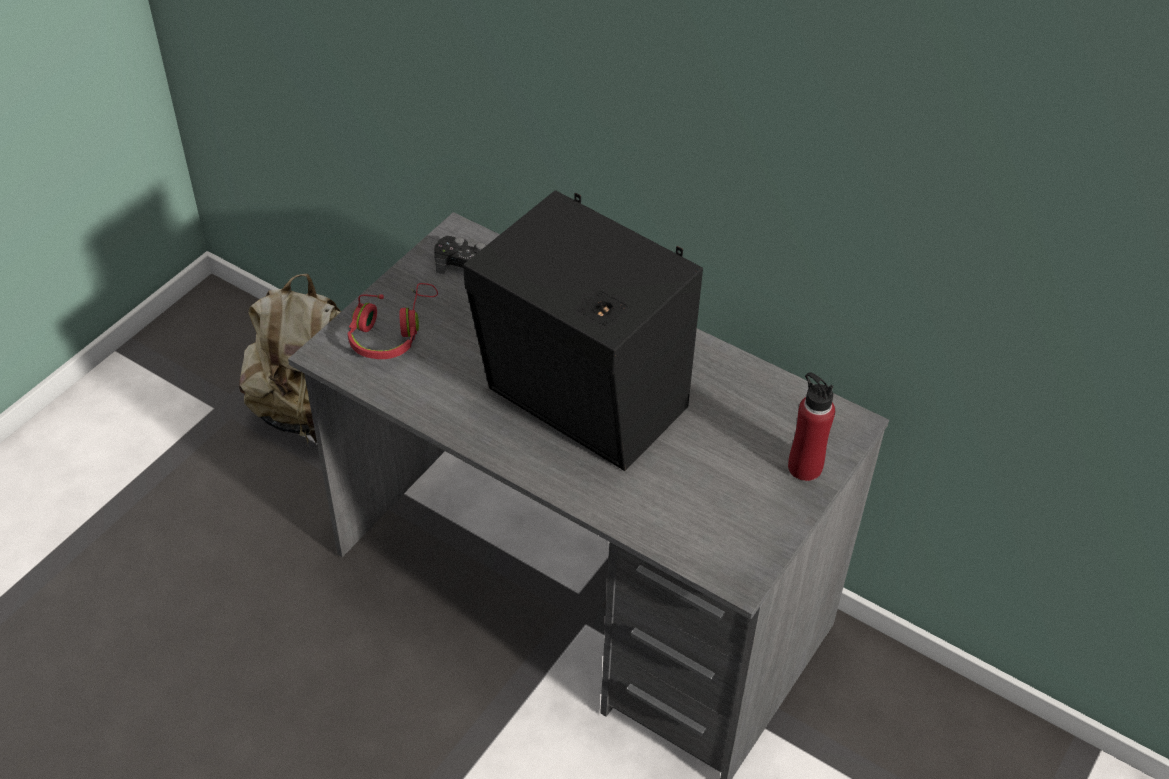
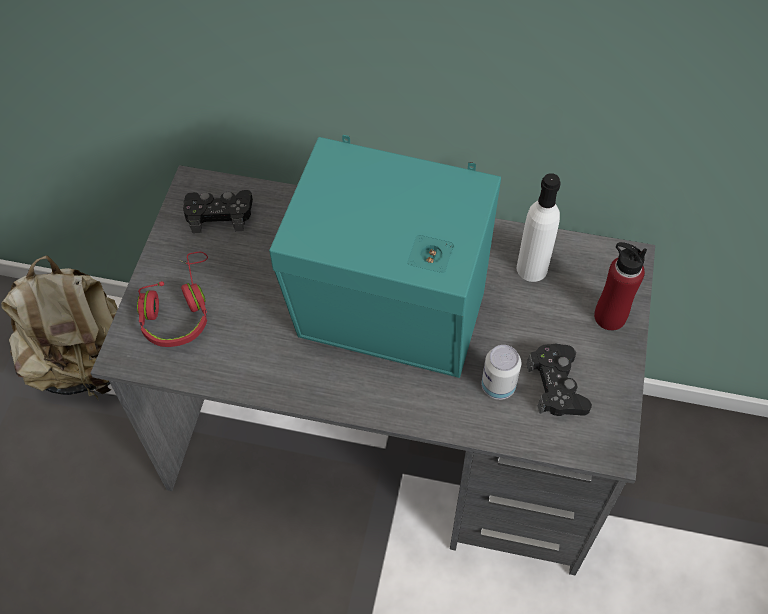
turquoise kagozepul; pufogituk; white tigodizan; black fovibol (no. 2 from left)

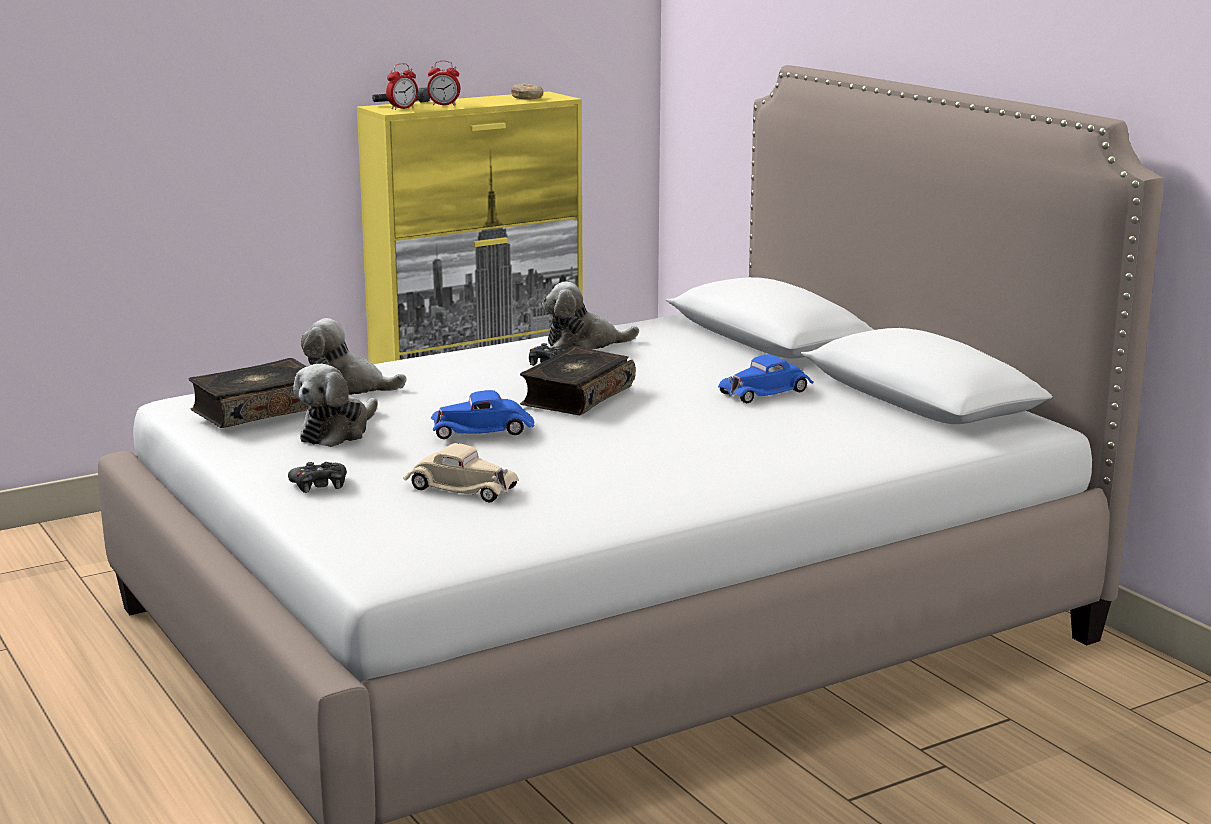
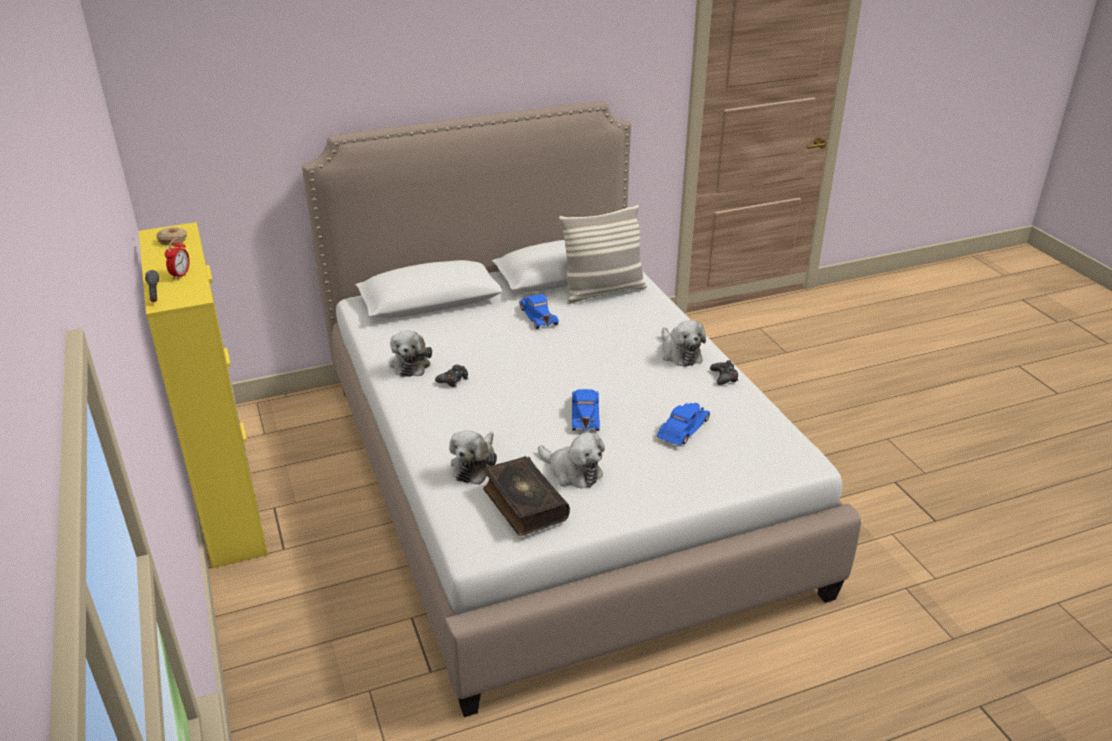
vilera; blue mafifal (no. 3 from left); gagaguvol (no. 4 from left); black fovibol (no. 2 from left); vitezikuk (no. 1 from left in the first image); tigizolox (no. 2 from left in the first image)

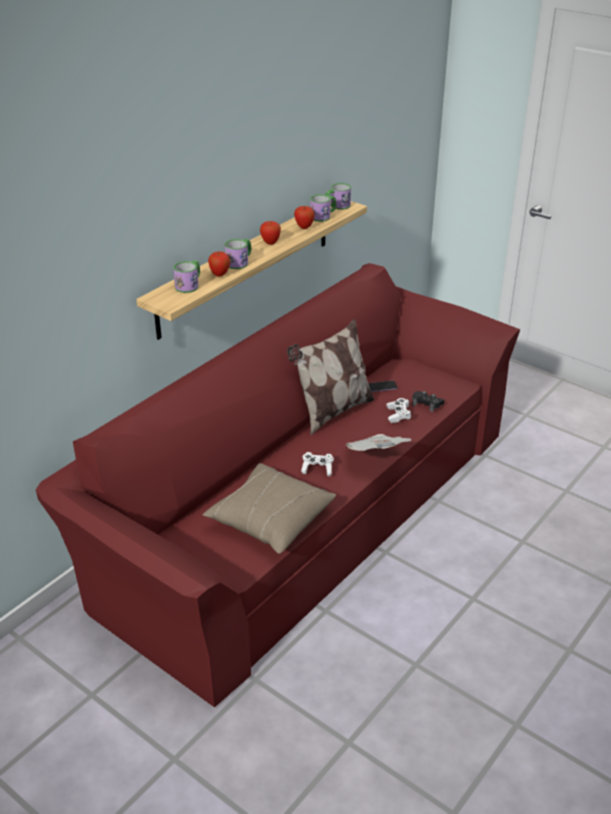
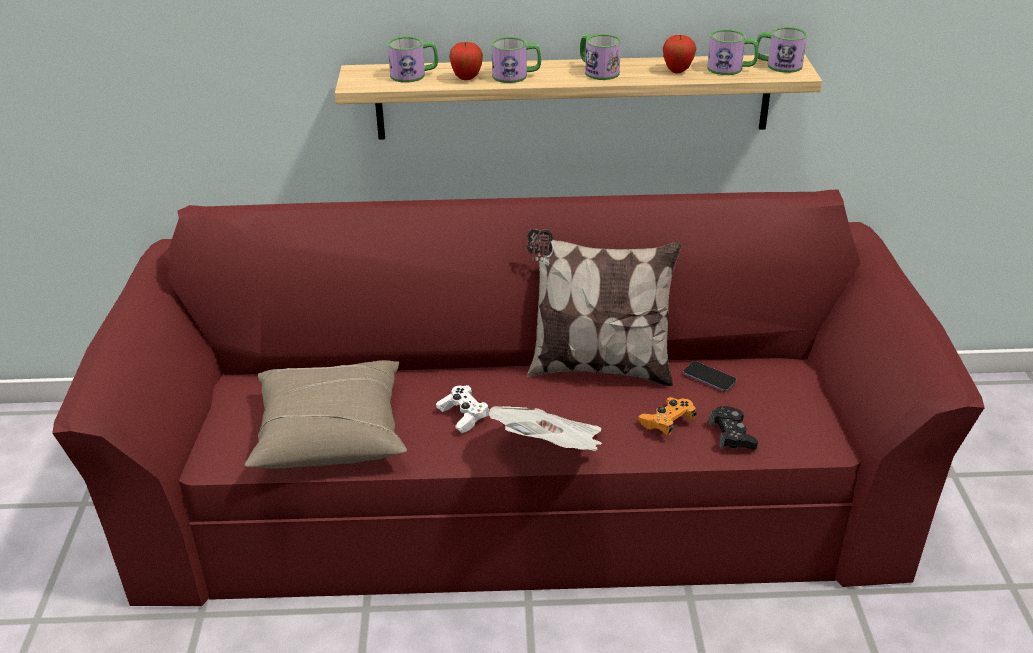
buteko (no. 3 from left); orange fovibol

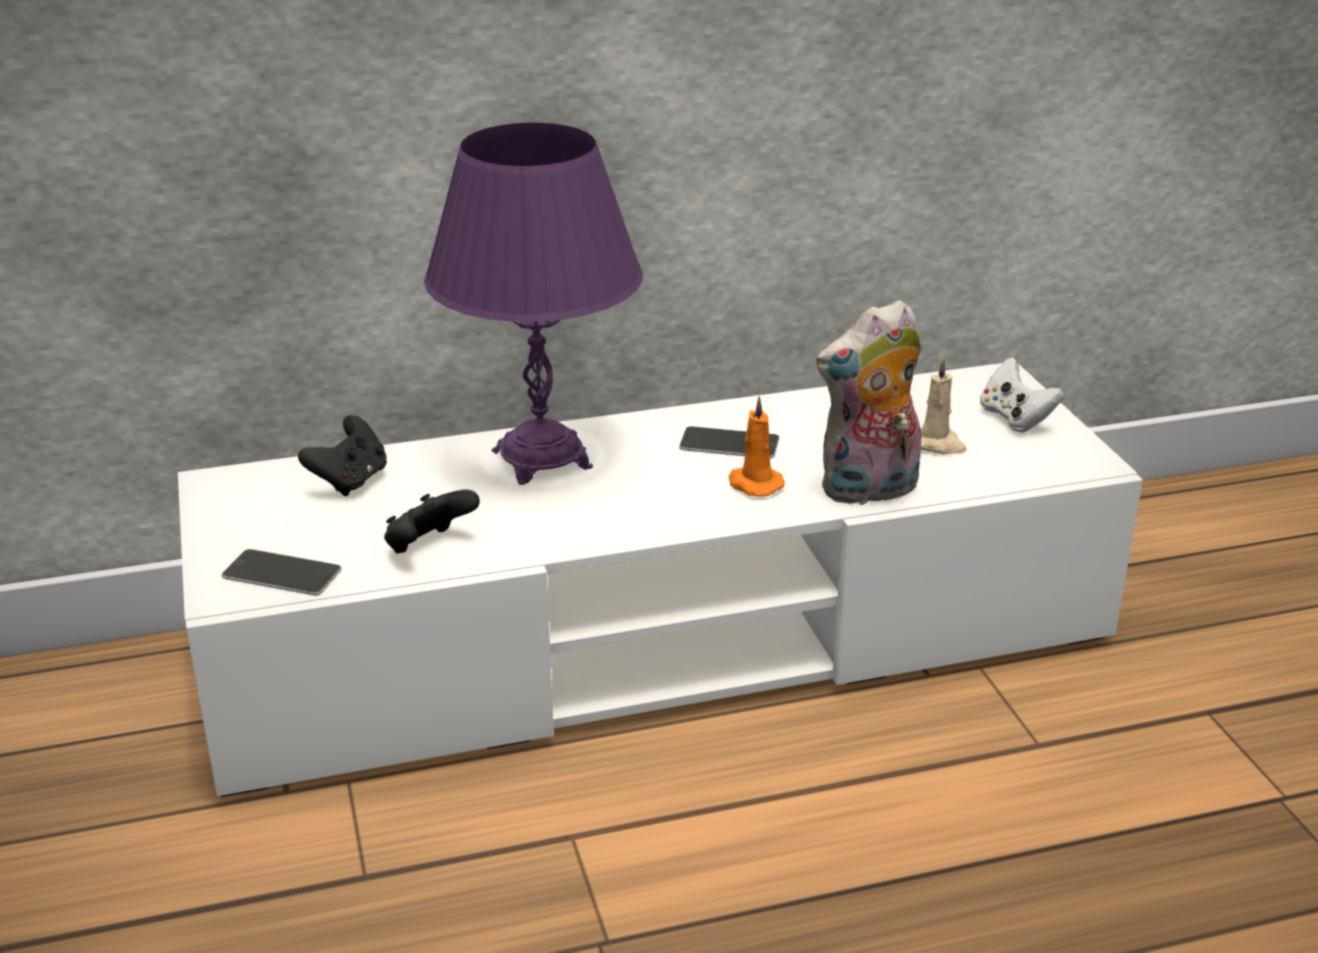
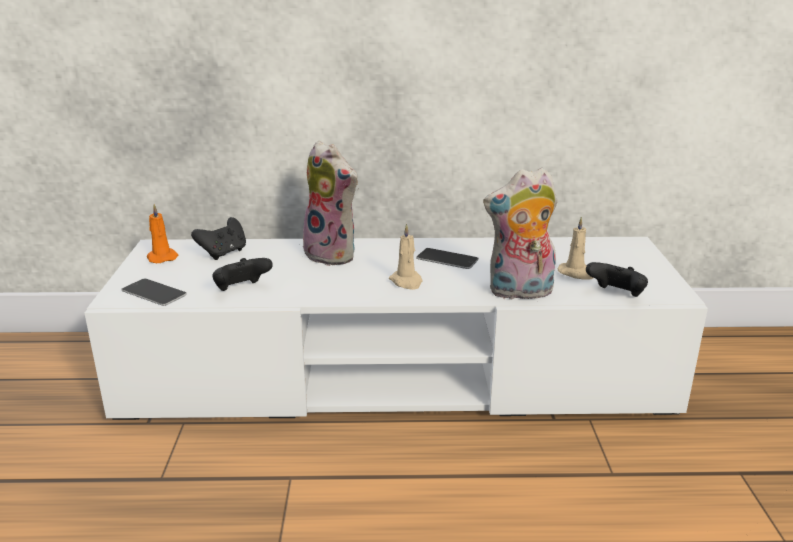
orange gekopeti; gagaguvol (no. 1 from left); beige gekopeti (no. 1 from left); black fovibol (no. 3 from left); white fovibol

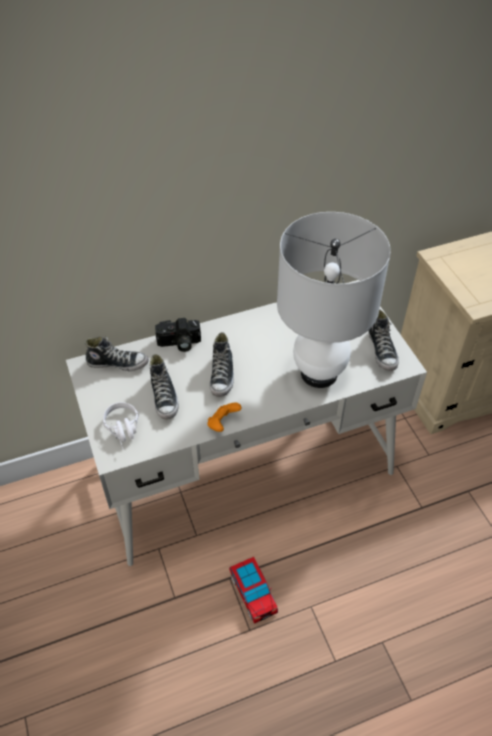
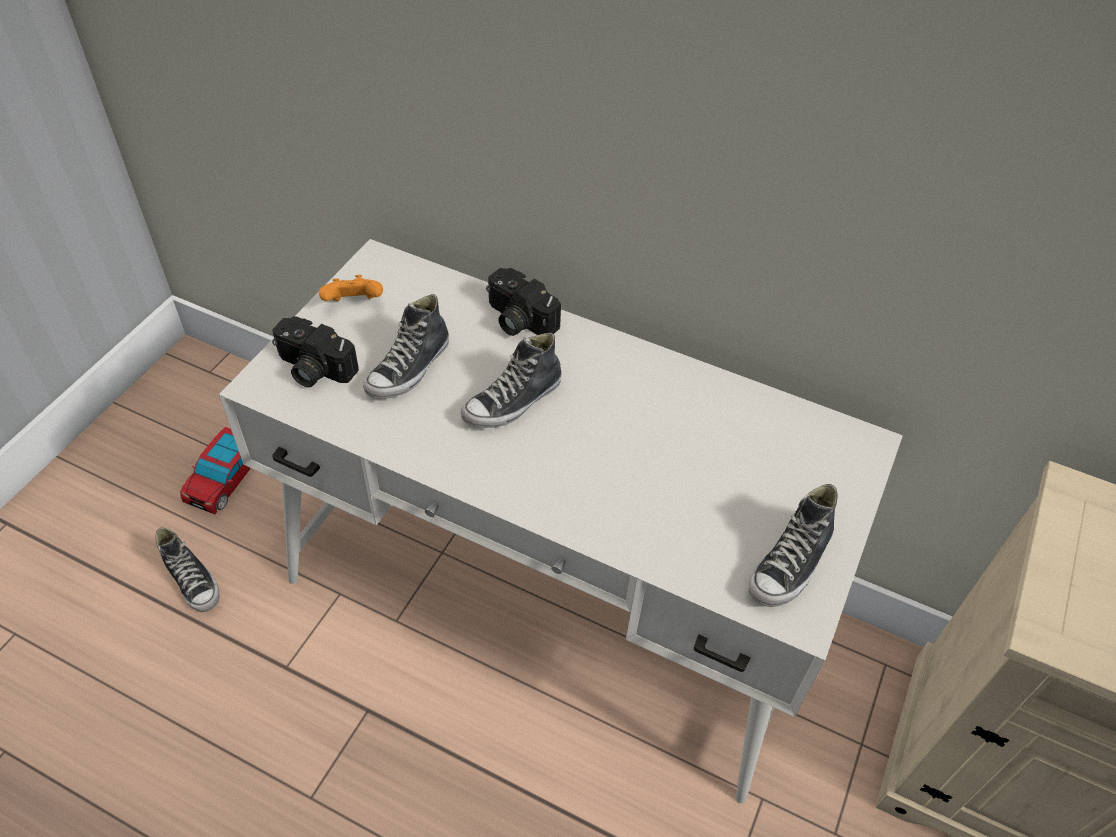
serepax (no. 1 from left); mafifal; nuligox (no. 1 from left); orange fovibol; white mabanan

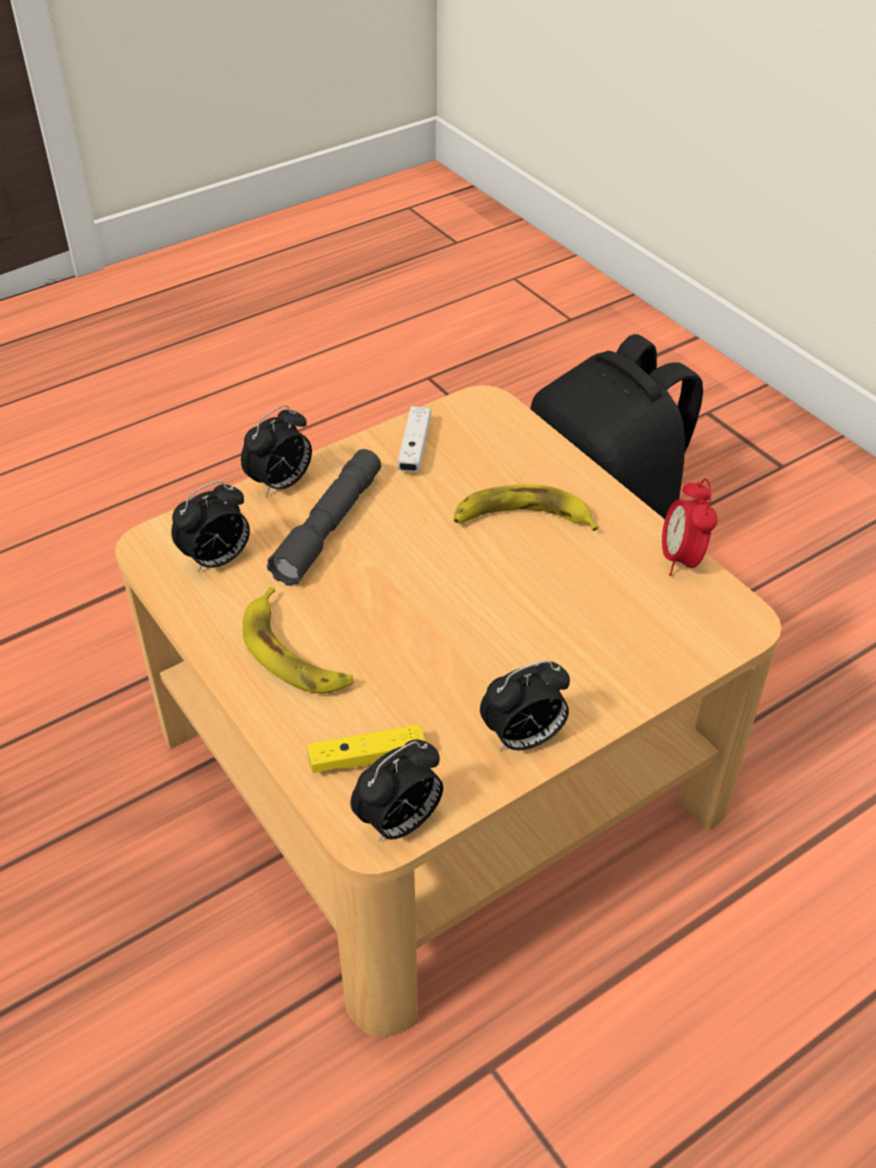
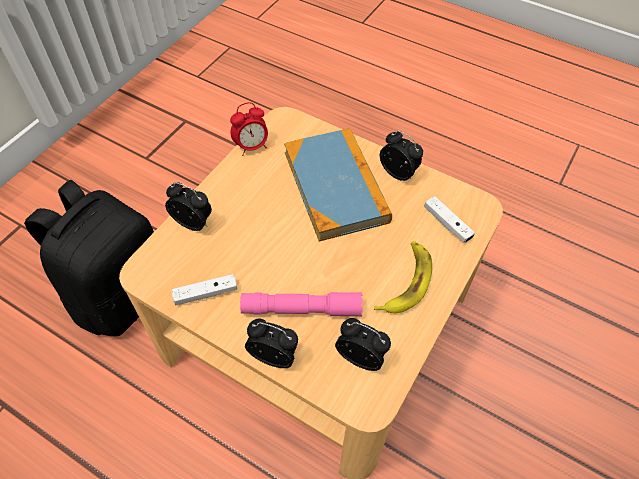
vitezikuk (no. 1 from left); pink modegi; tigizolox; white fovibol (no. 2 from left); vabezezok (no. 2 from left in the first image)

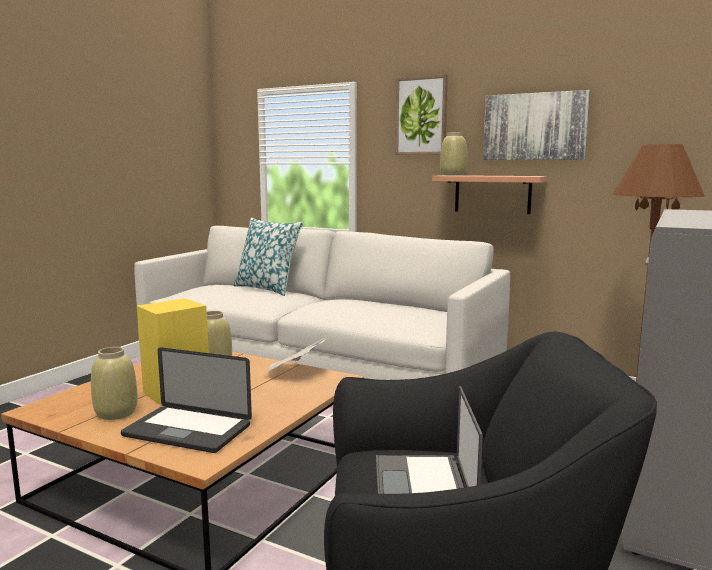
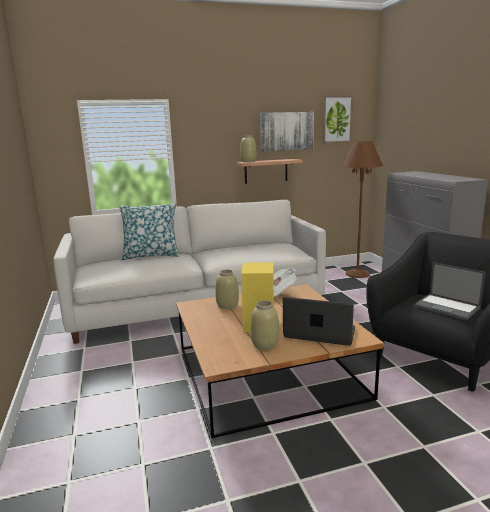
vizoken (no. 1 from left); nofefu (no. 2 from left)

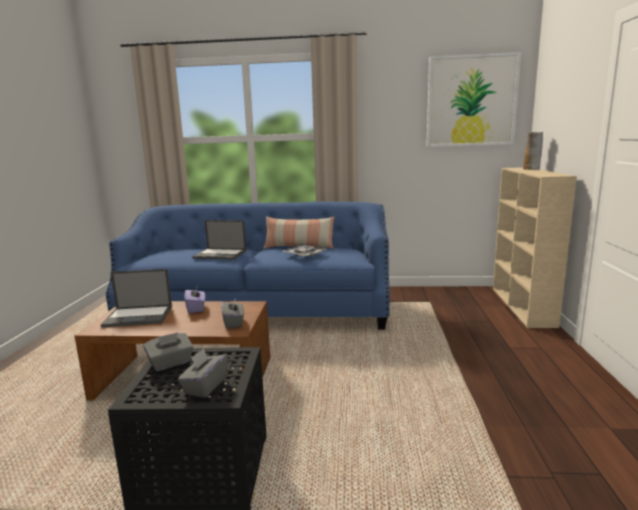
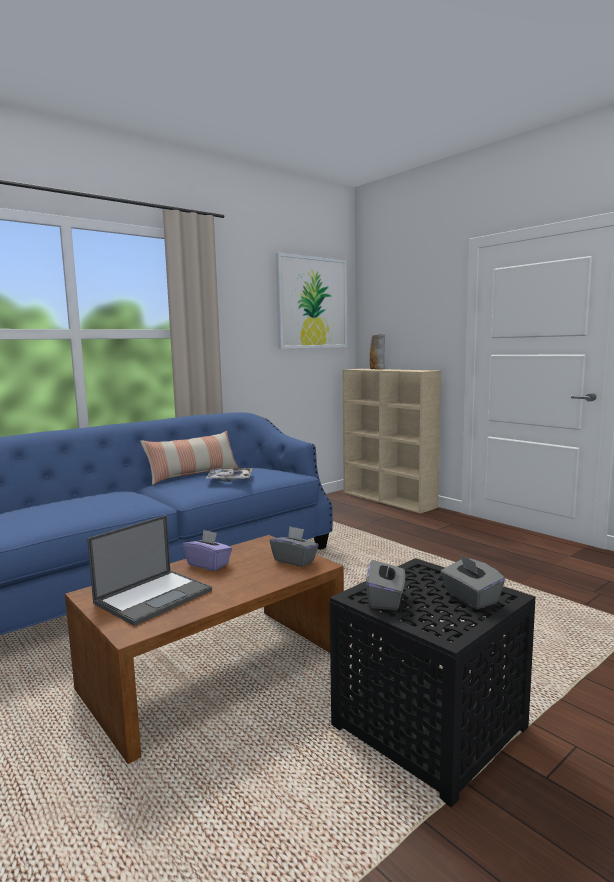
vizoken (no. 2 from left in the first image)

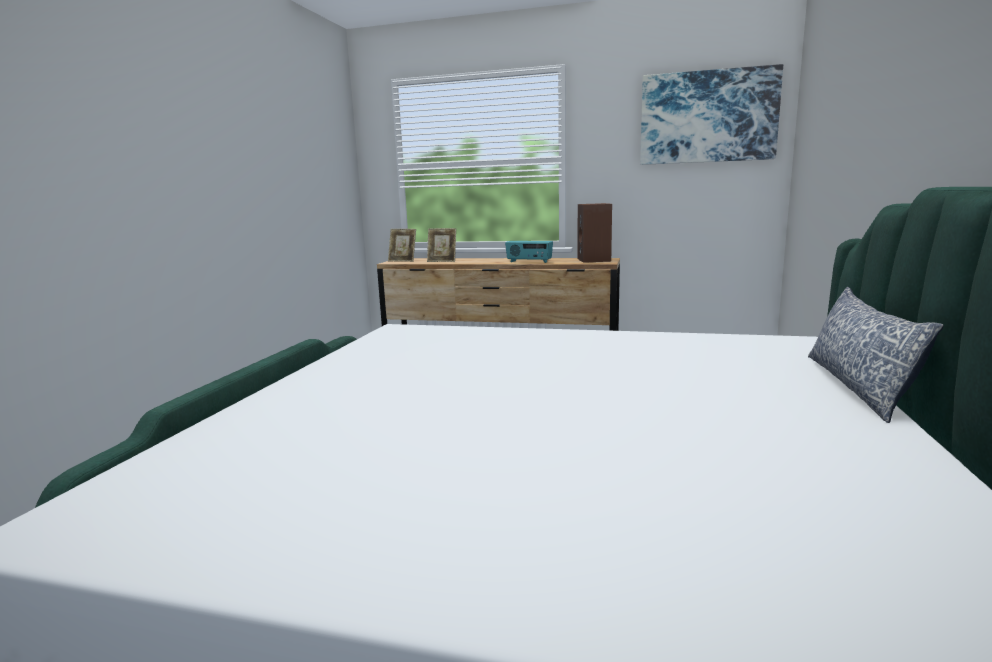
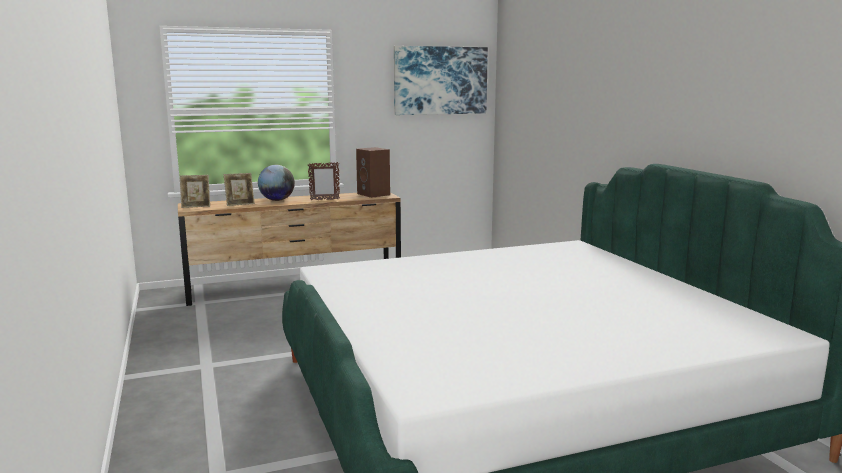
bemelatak; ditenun (no. 3 from left); vilera

